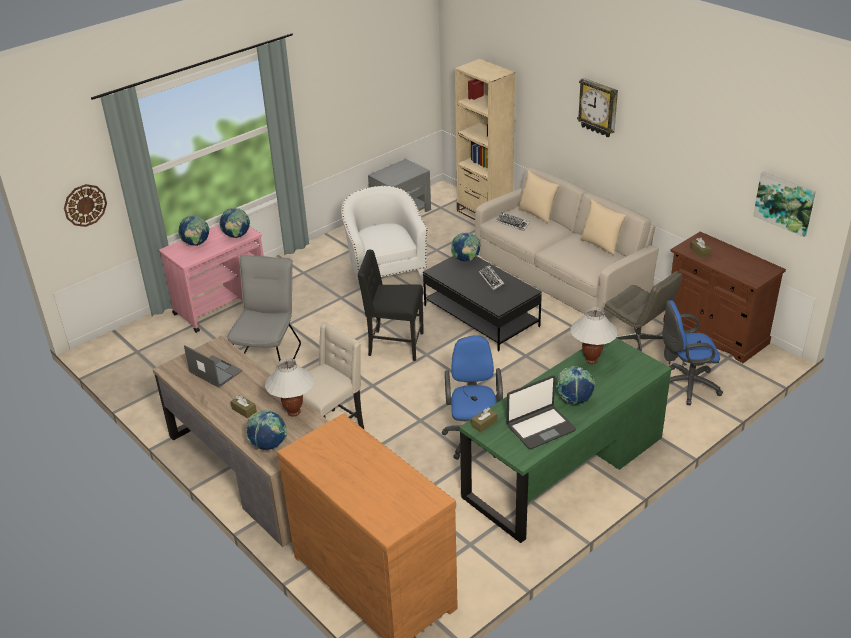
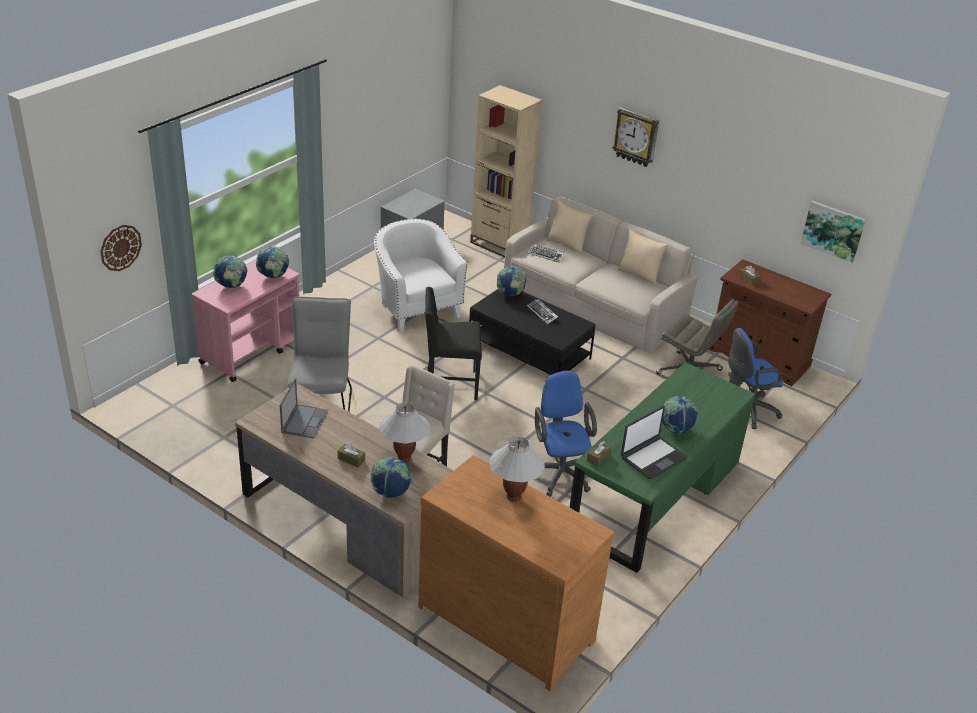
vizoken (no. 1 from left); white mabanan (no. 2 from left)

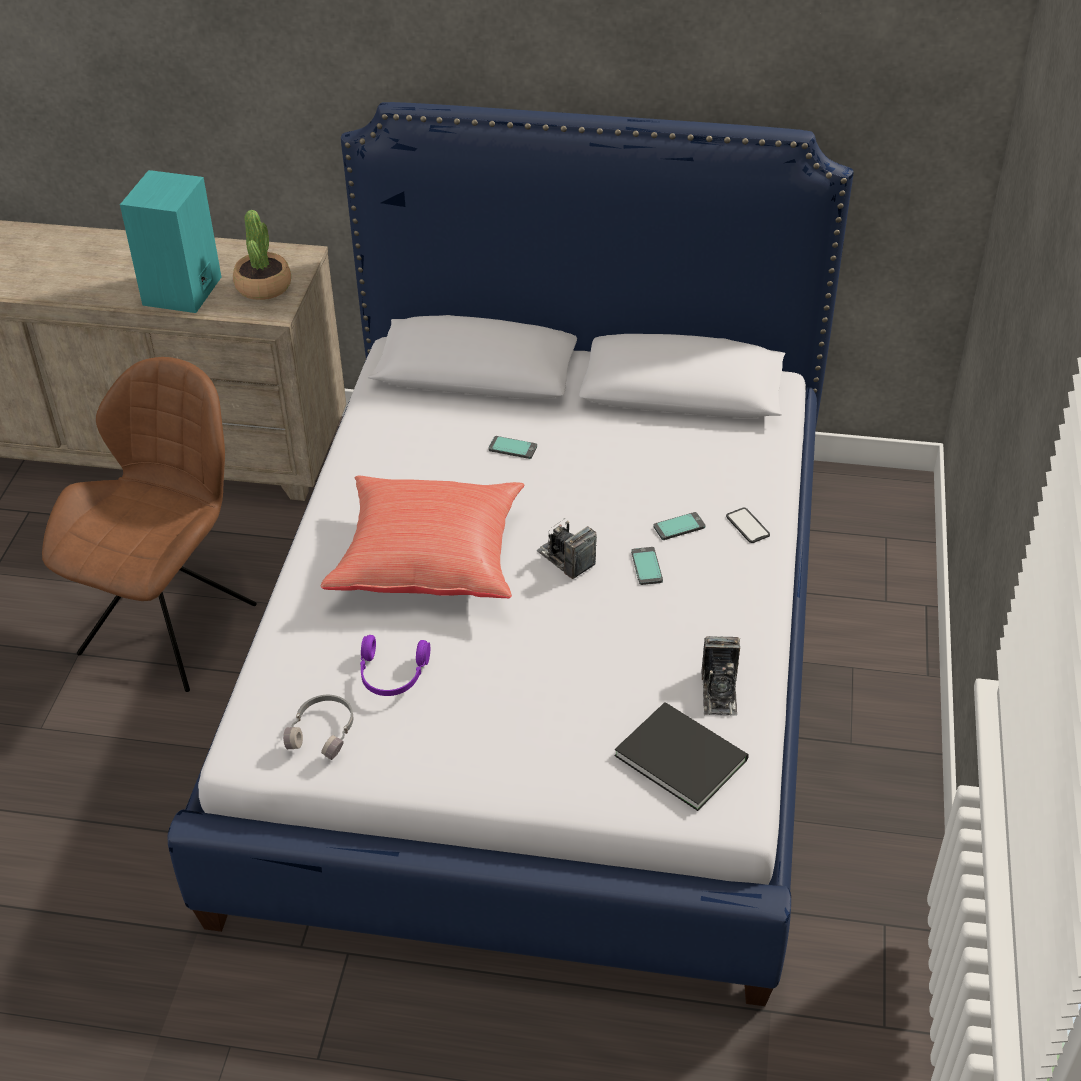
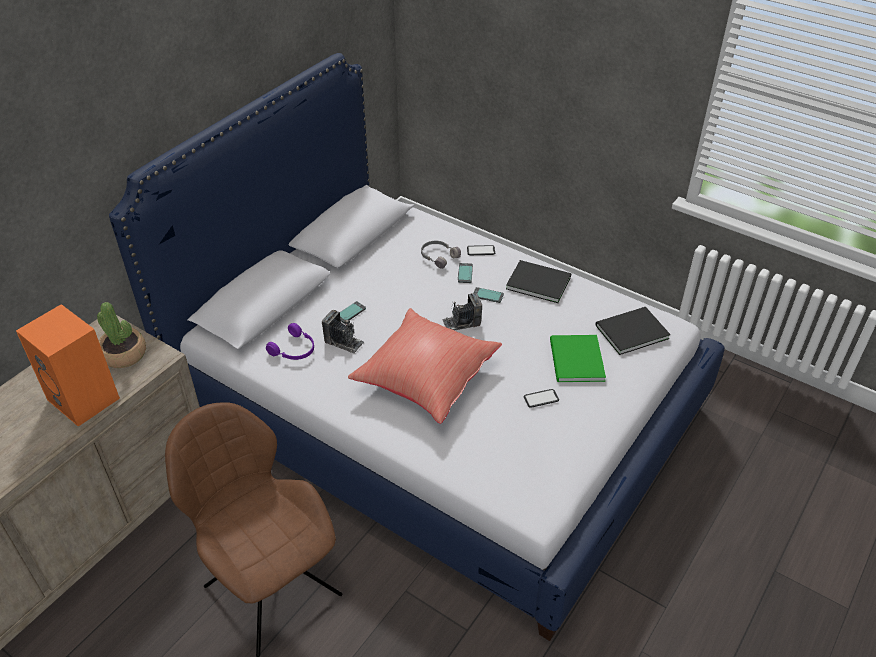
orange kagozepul; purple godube; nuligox (no. 1 from left); grey godube; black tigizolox (no. 1 from left); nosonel (no. 5 from left); green tigizolox

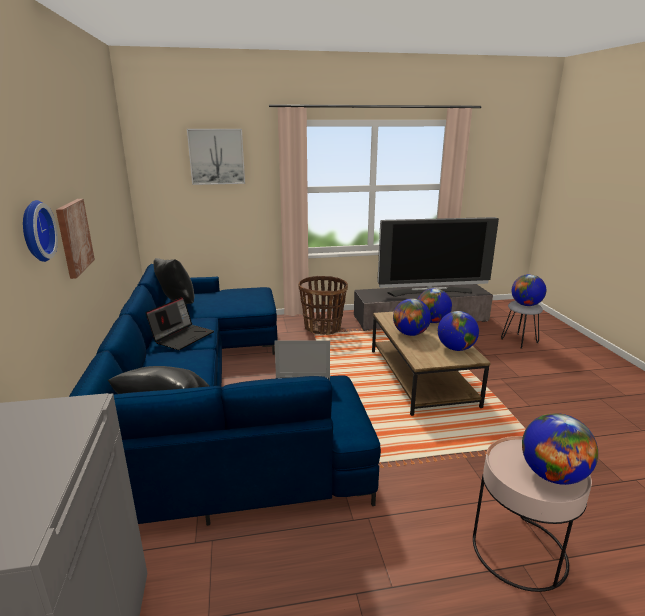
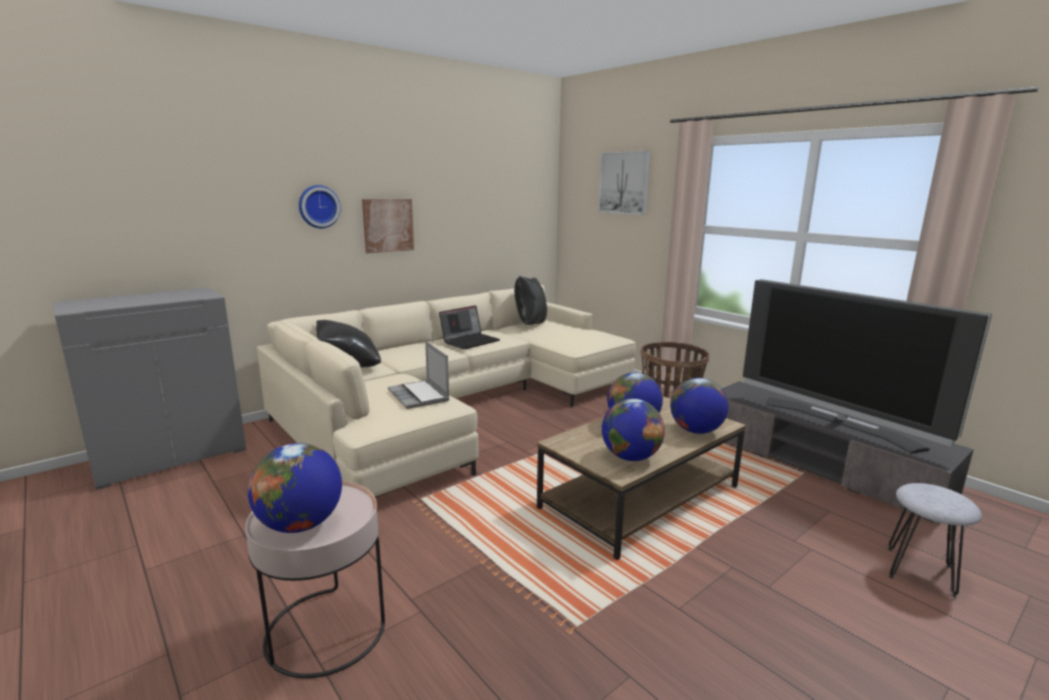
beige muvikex; vizoken (no. 2 from left); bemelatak (no. 4 from left in the first image)

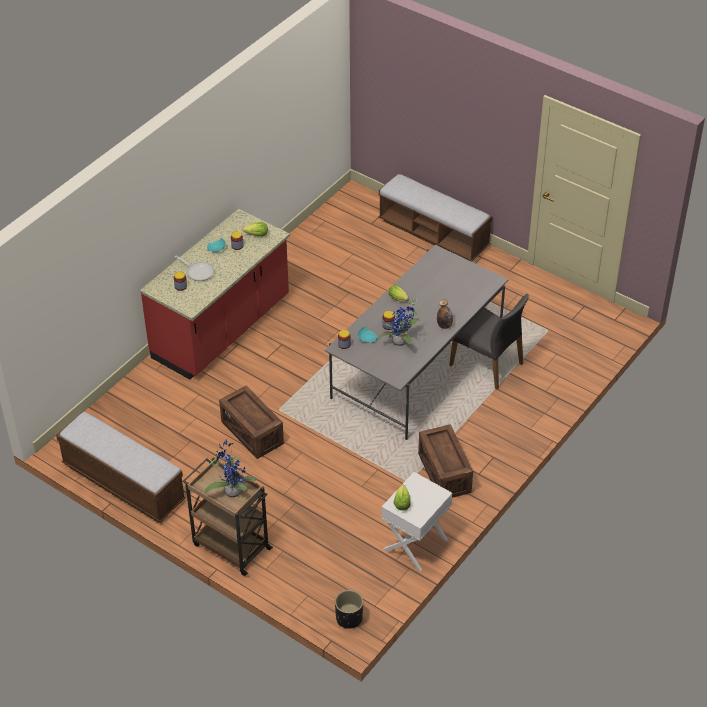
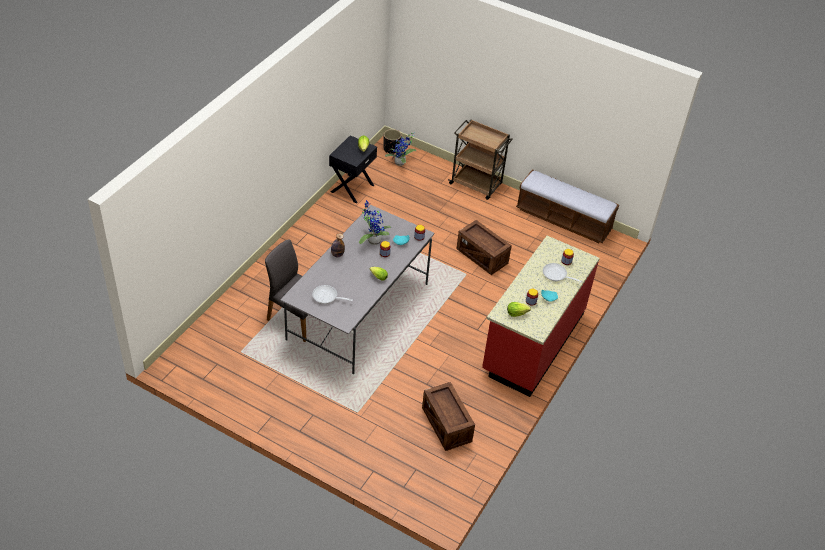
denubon (no. 1 from left); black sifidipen; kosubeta (no. 2 from left); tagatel (no. 1 from left); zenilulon (no. 2 from left in the first image)

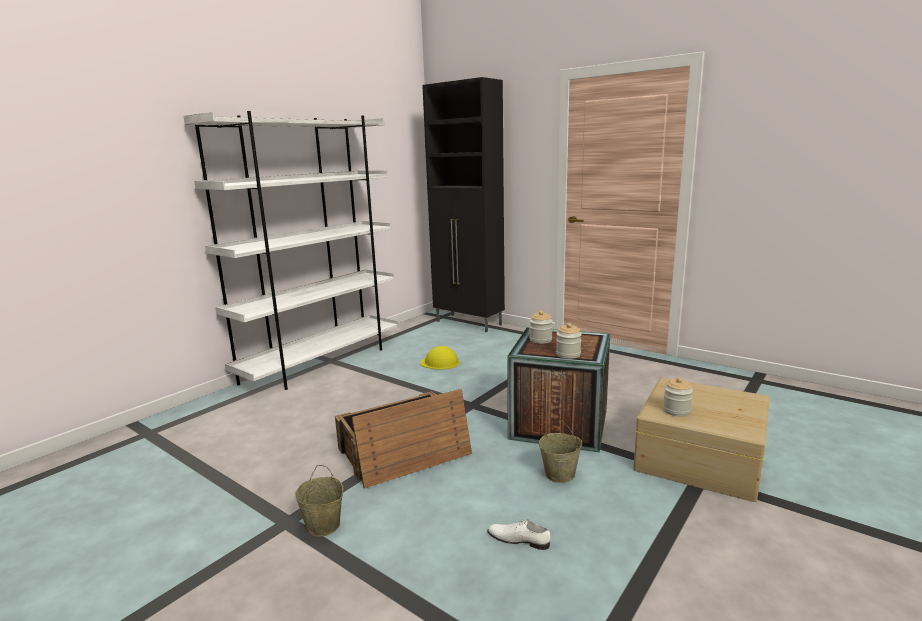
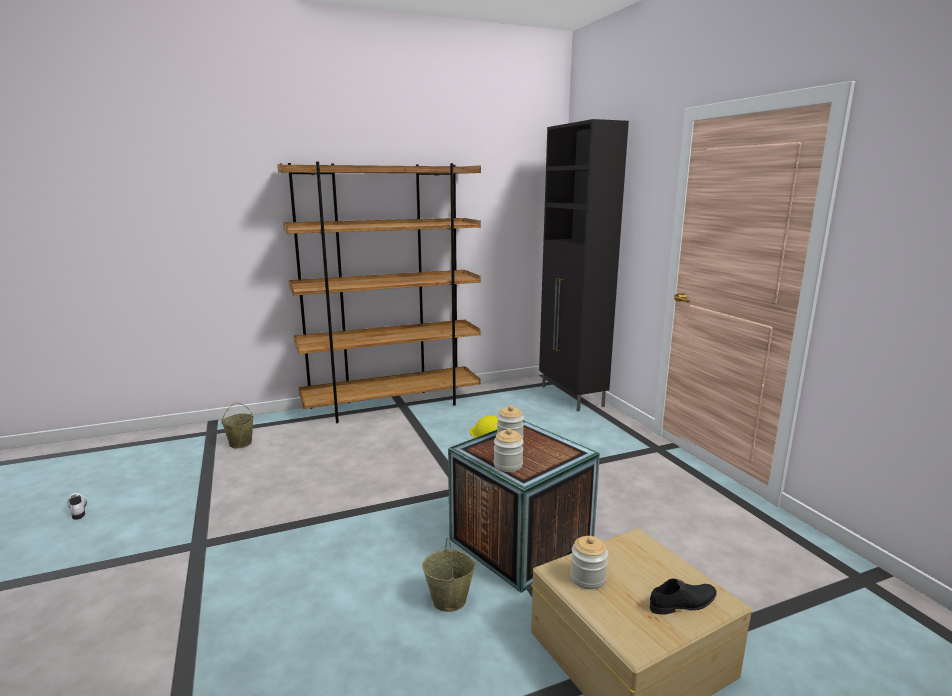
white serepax; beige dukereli (no. 1 from left); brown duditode; black serepax; tagatel (no. 1 from left in the first image)

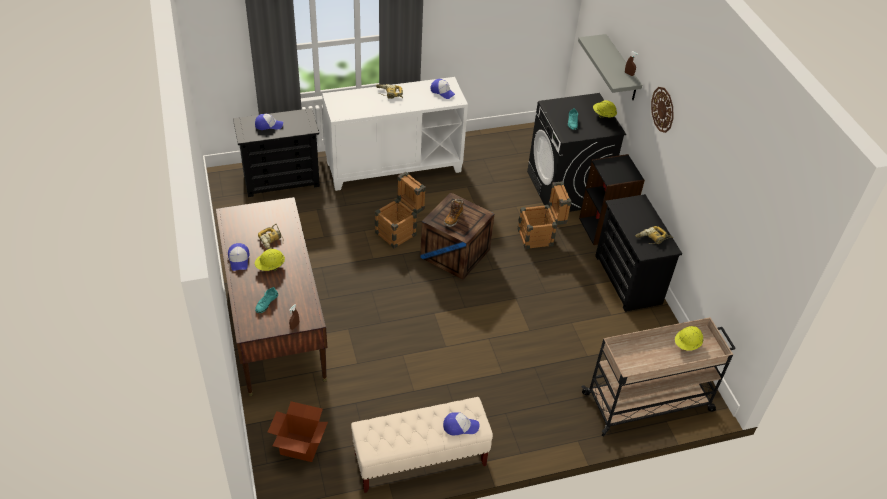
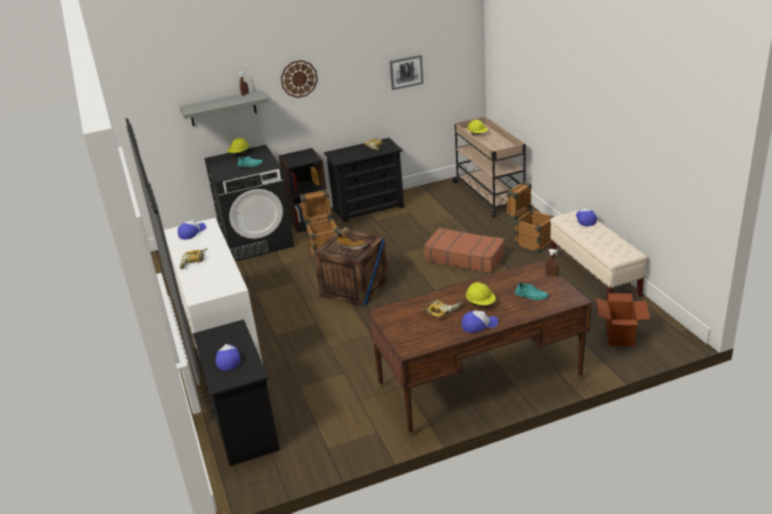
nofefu; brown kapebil; tagatel (no. 3 from left)

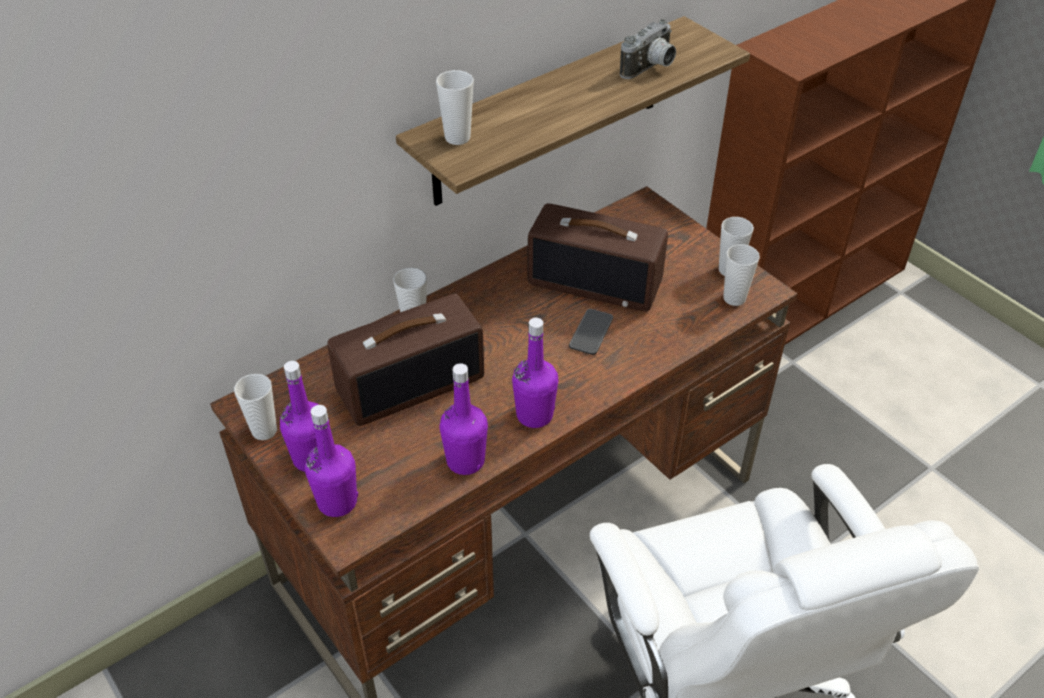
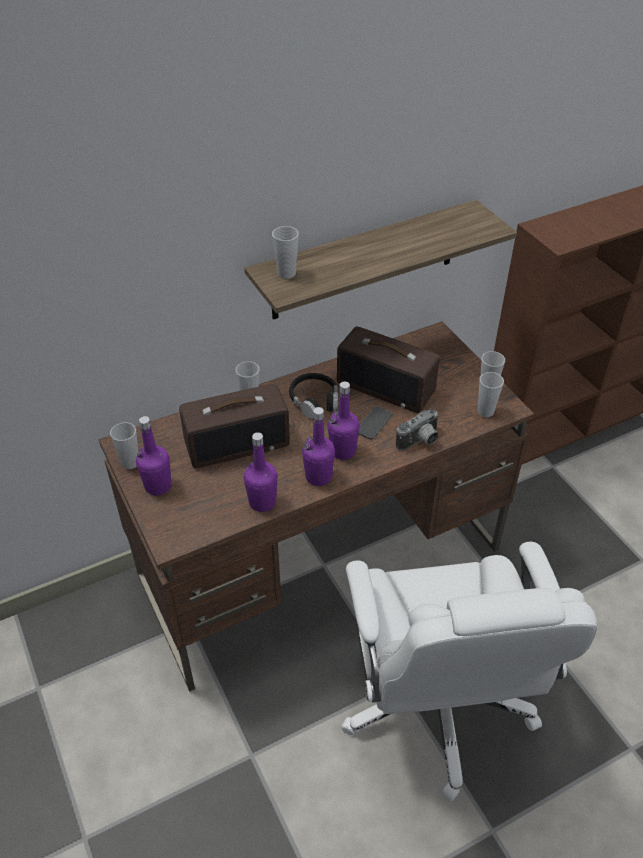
black godube; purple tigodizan (no. 4 from left); nuligox

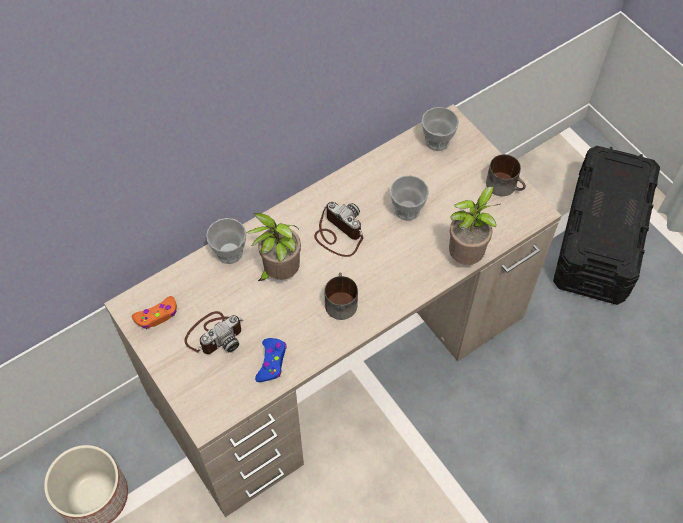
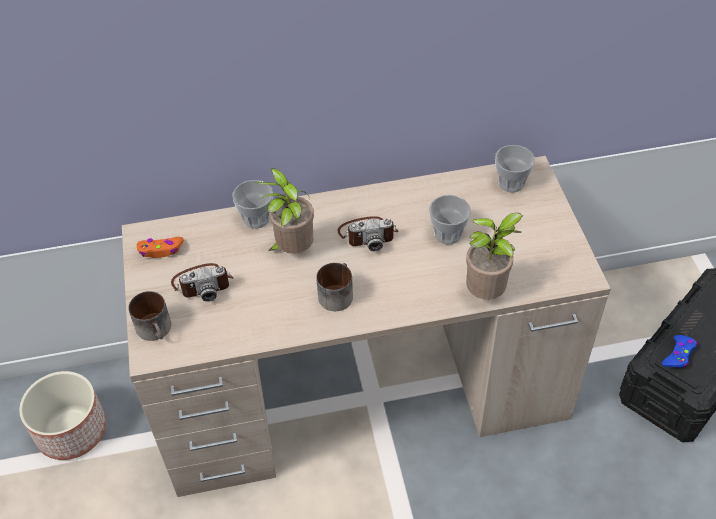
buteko (no. 1 from left); nuligox (no. 2 from left); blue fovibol

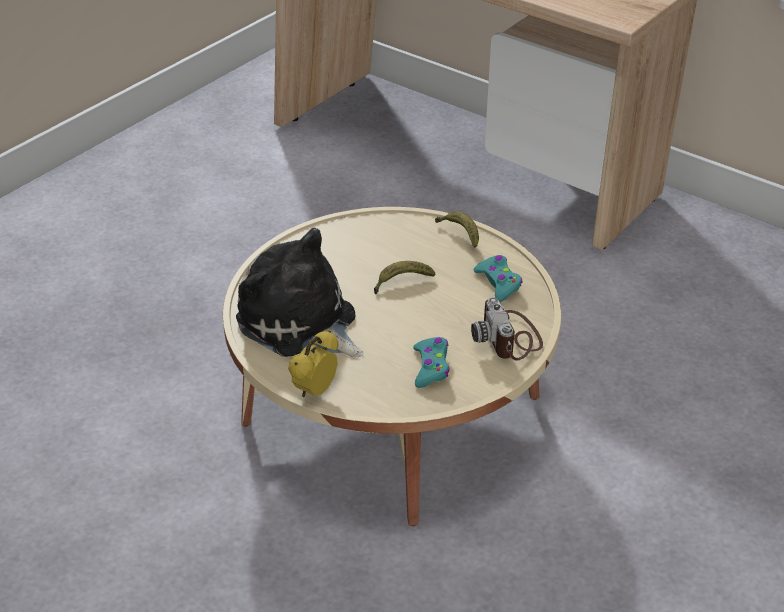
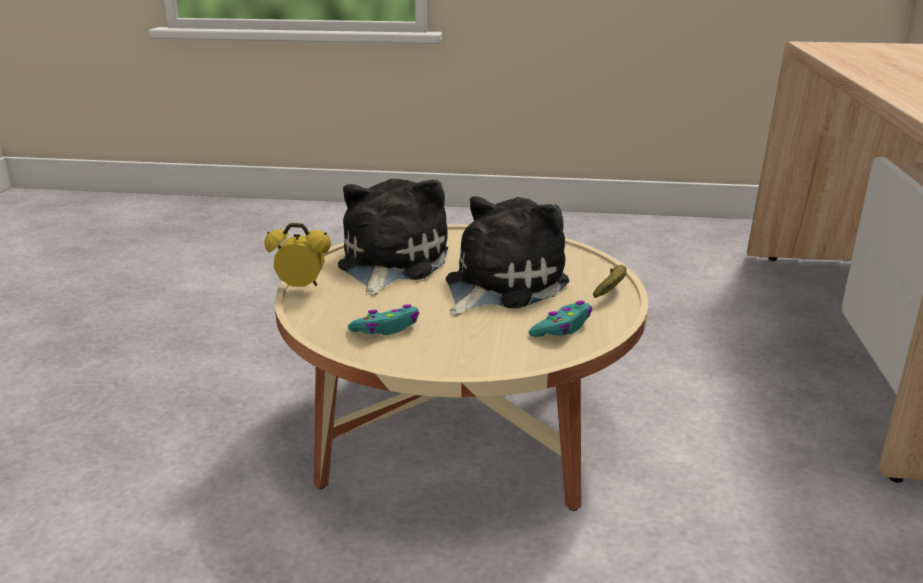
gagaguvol (no. 2 from left); nuligox

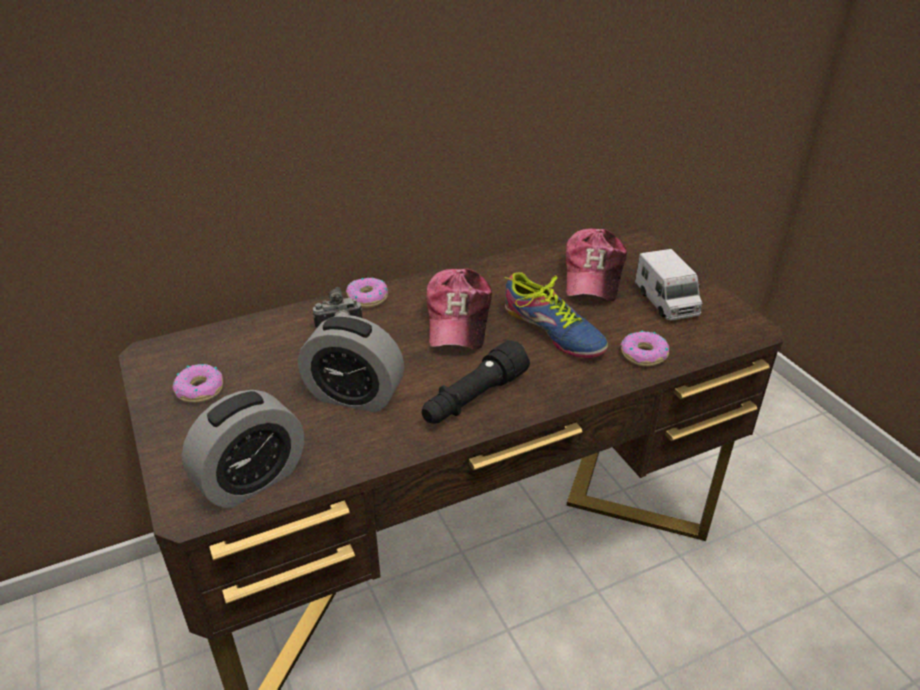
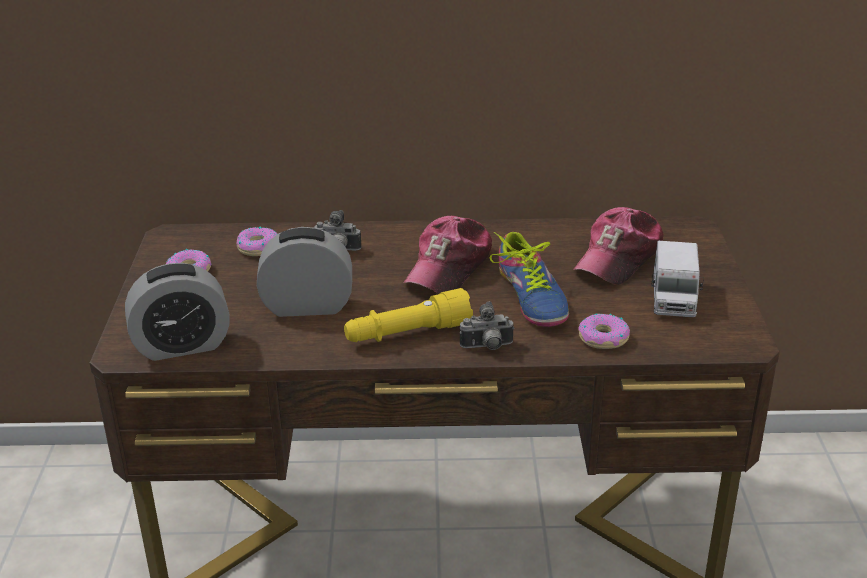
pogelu (no. 2 from left); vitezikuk (no. 2 from left); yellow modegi; nuligox (no. 2 from left)

